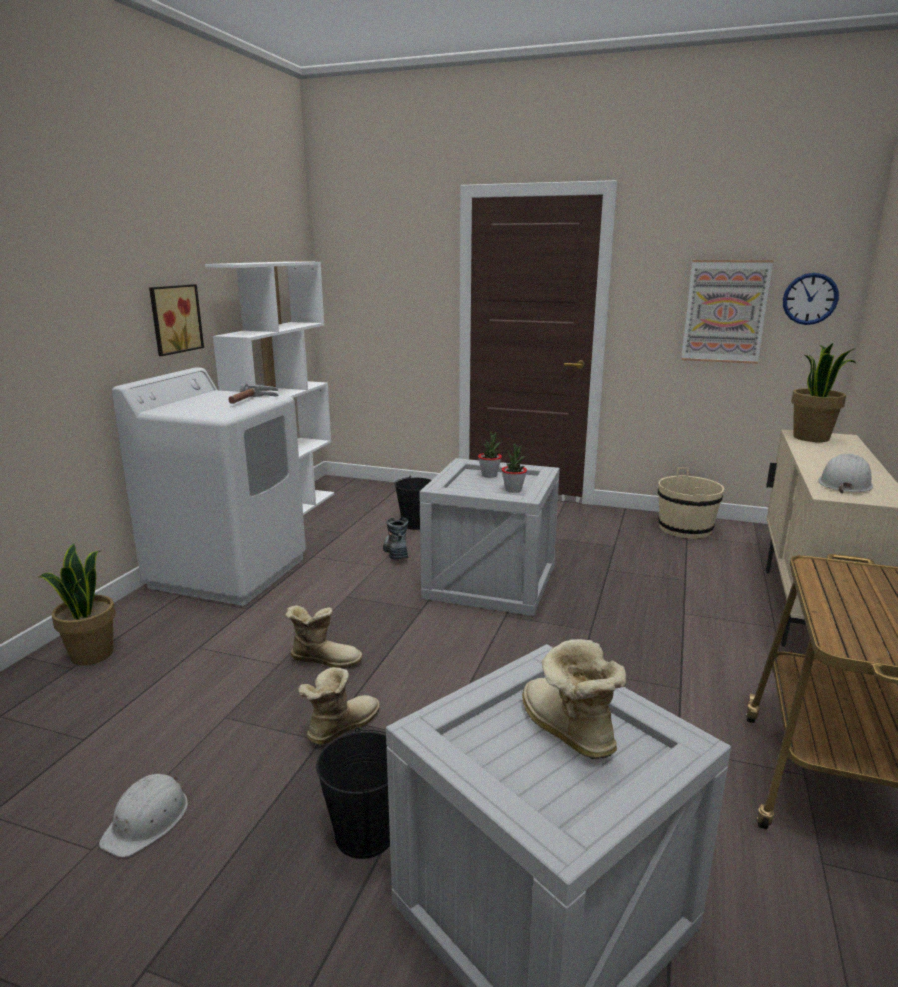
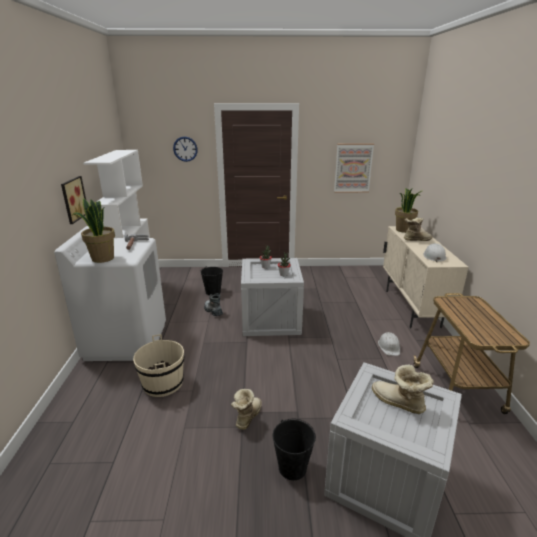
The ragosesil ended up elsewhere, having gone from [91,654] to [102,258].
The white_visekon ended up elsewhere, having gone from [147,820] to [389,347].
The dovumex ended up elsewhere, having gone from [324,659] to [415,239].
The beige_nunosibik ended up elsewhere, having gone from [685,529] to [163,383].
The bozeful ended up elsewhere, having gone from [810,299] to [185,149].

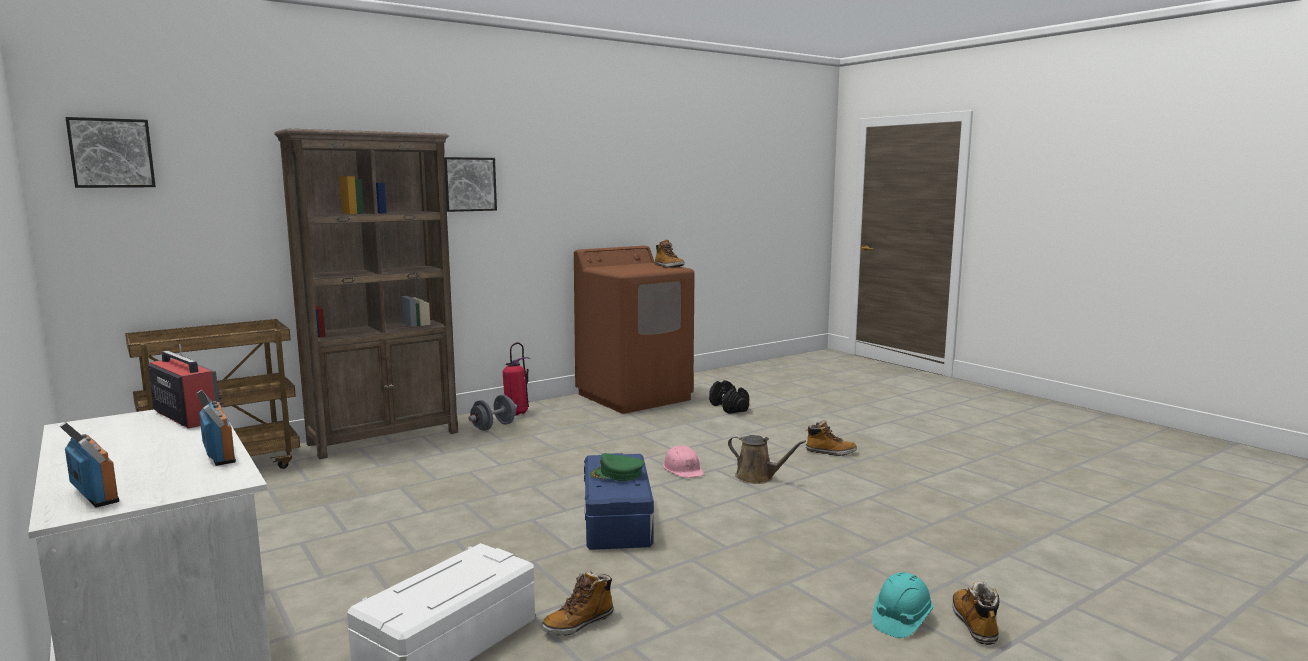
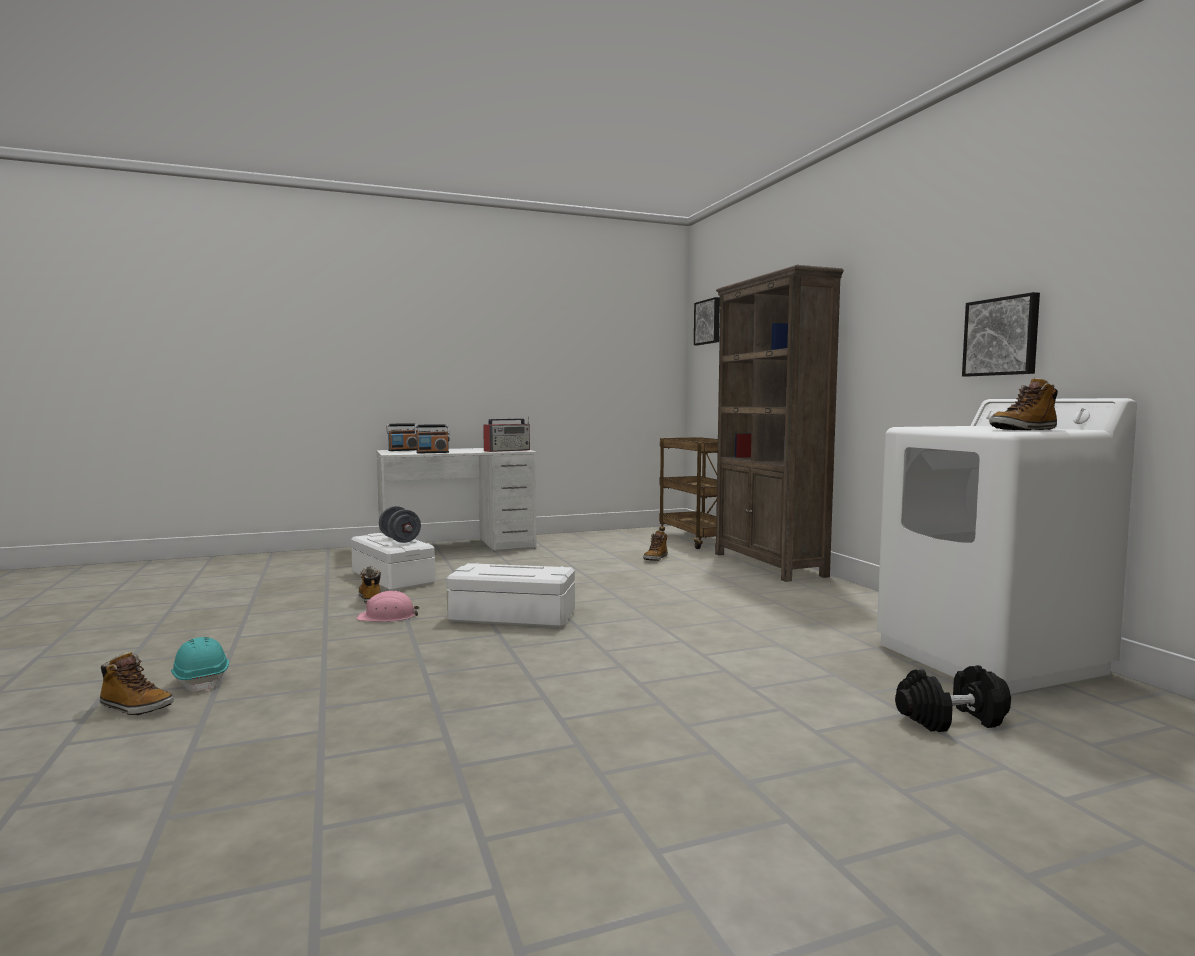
The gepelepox ended up elsewhere, having gone from [469,184] to [1002,336].
The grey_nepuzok ended up elsewhere, having gone from [493,427] to [400,540].
The second view lost the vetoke at [517,413].
What was the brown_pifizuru at [634,396] turned into the white_pifizuru at [989,658].
What was the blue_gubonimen at [618,521] turned into the white_gubonimen at [511,616].
The second view lost the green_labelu at [617,474].
The pink_visekon ended up elsewhere, having gone from [683,469] to [387,617].
The second view lost the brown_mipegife at [758,477].
The dovumex ended up elsewhere, having gone from [830,452] to [655,558].

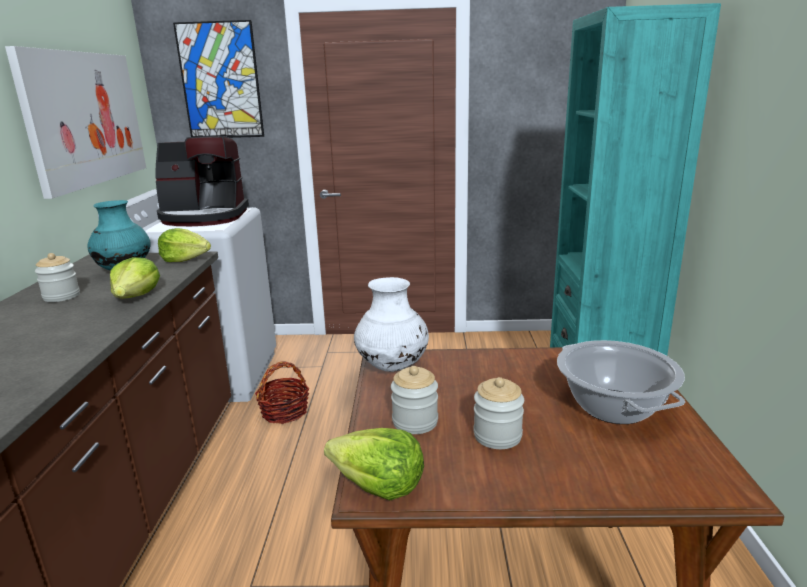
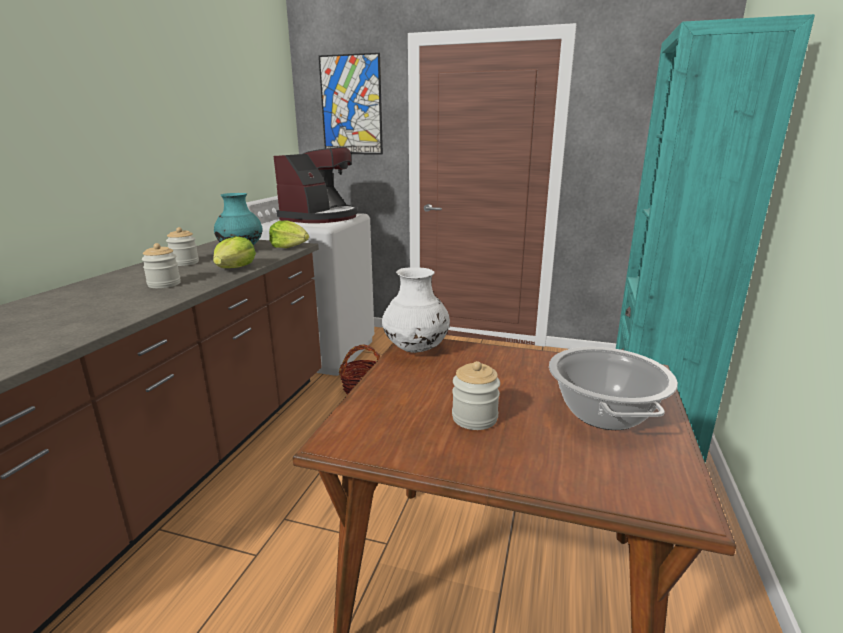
The second view lost the gepelepox at [85,119].
The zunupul at [204,217] ended up facing another way, 75 degrees counterclockwise from before.
The second view lost the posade at [378,485].
The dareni ended up elsewhere, having gone from [415,422] to [164,284].

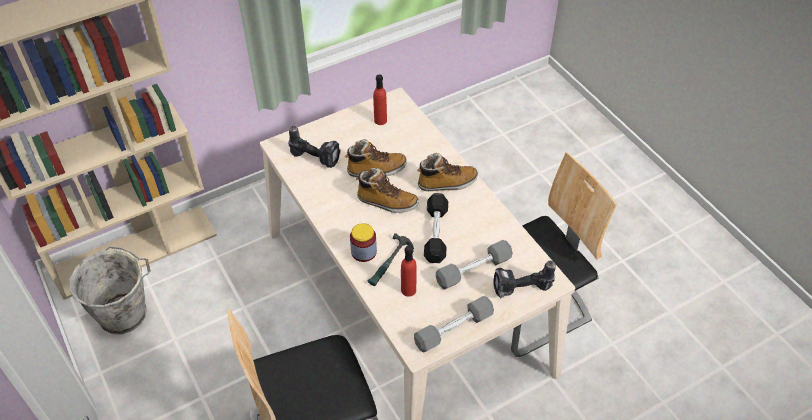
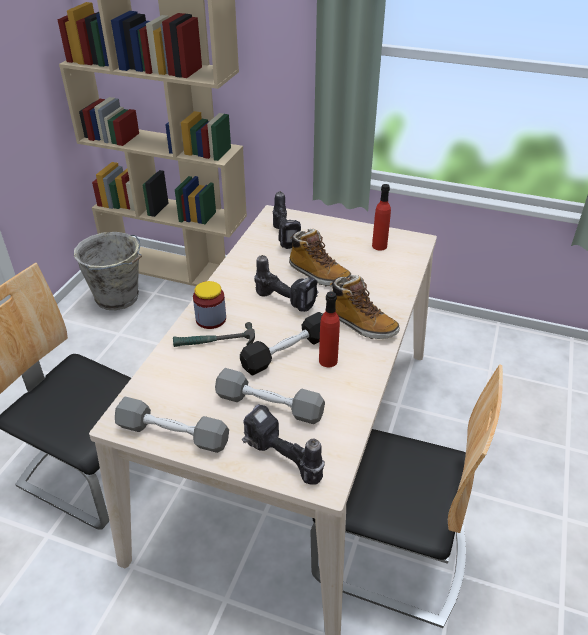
Where the dovumex stood at [387,202], the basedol came to stand at [287,301].
The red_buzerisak ended up elsewhere, having gone from [408,290] to [328,360].

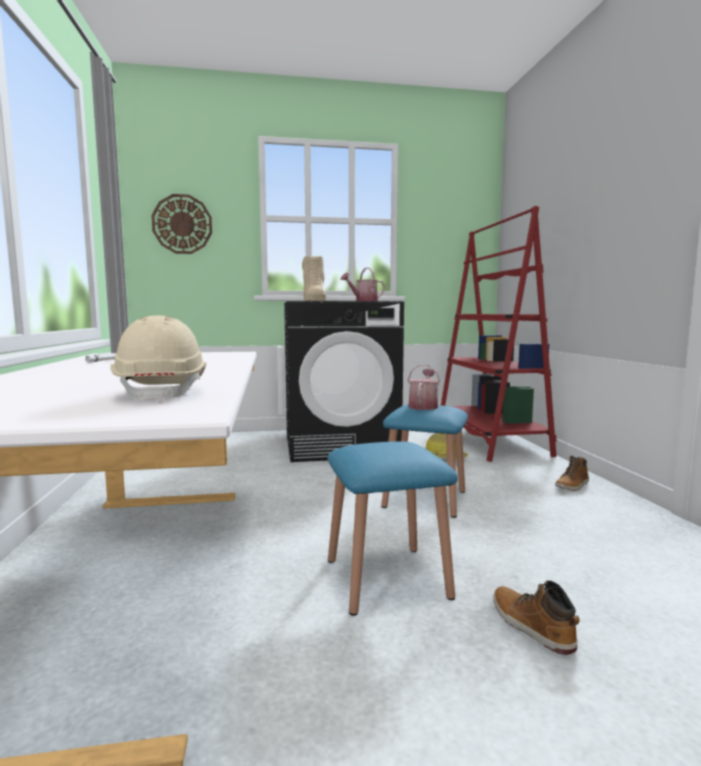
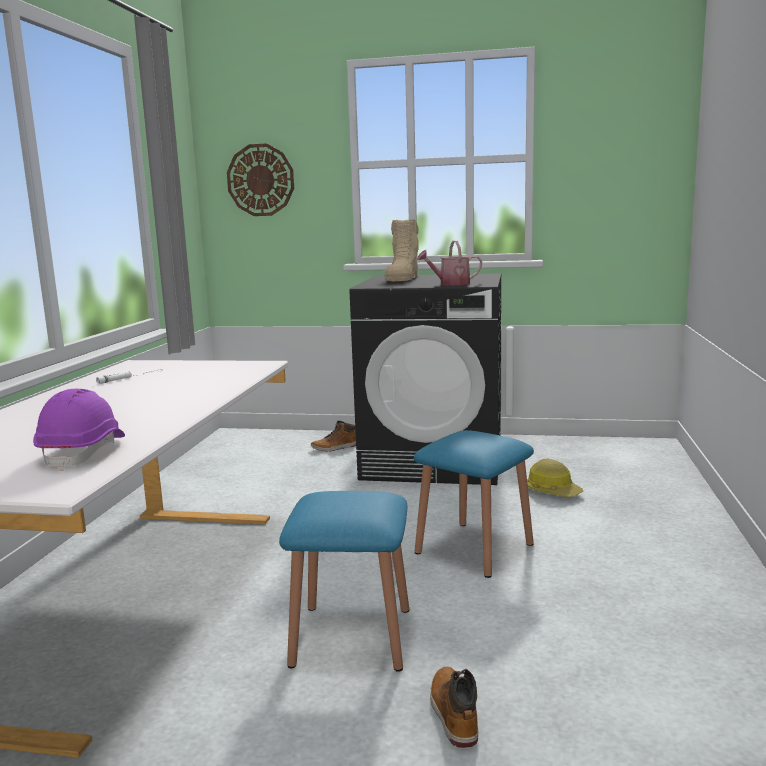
What was the beige_visekon at [163,393] turned into the purple_visekon at [83,453].
The second view lost the mipegife at [423,406].
The second view lost the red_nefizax at [489,440].
The dovumex ended up elsewhere, having gone from [572,485] to [335,448].

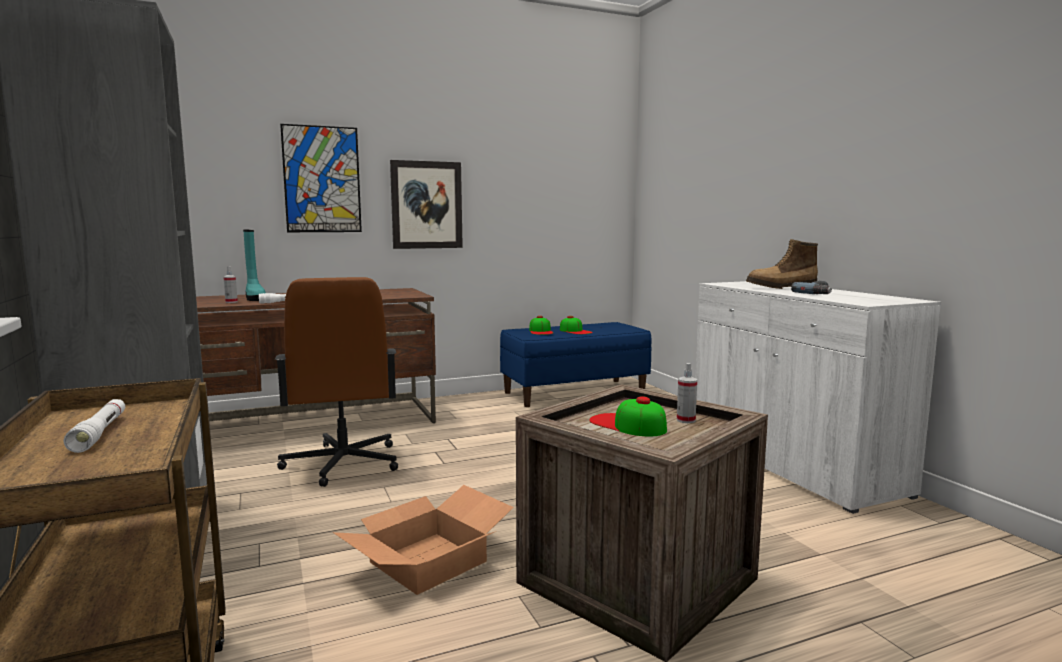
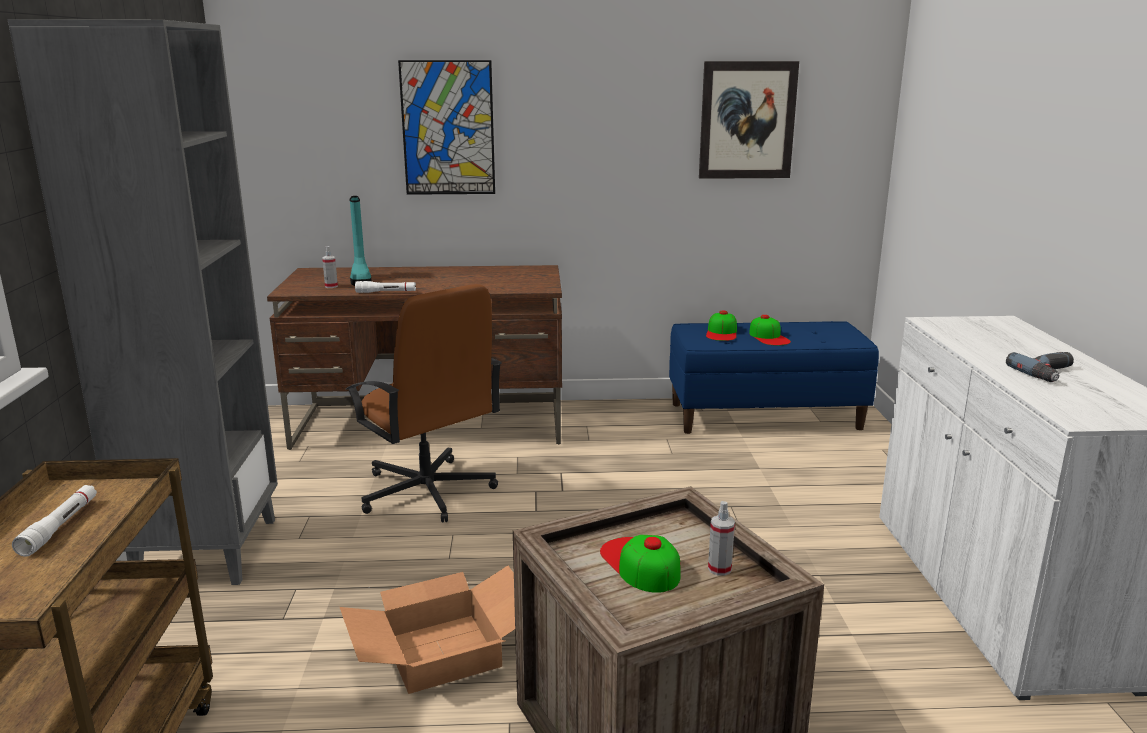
The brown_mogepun at [342,464] ended up facing another way, 45 degrees counterclockwise from before.
The gepelepox ended up elsewhere, having gone from [426,205] to [747,120].
The second view lost the dovumex at [781,288].

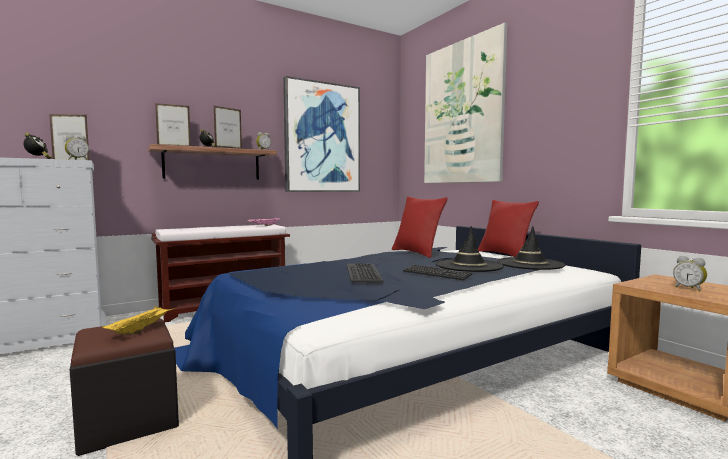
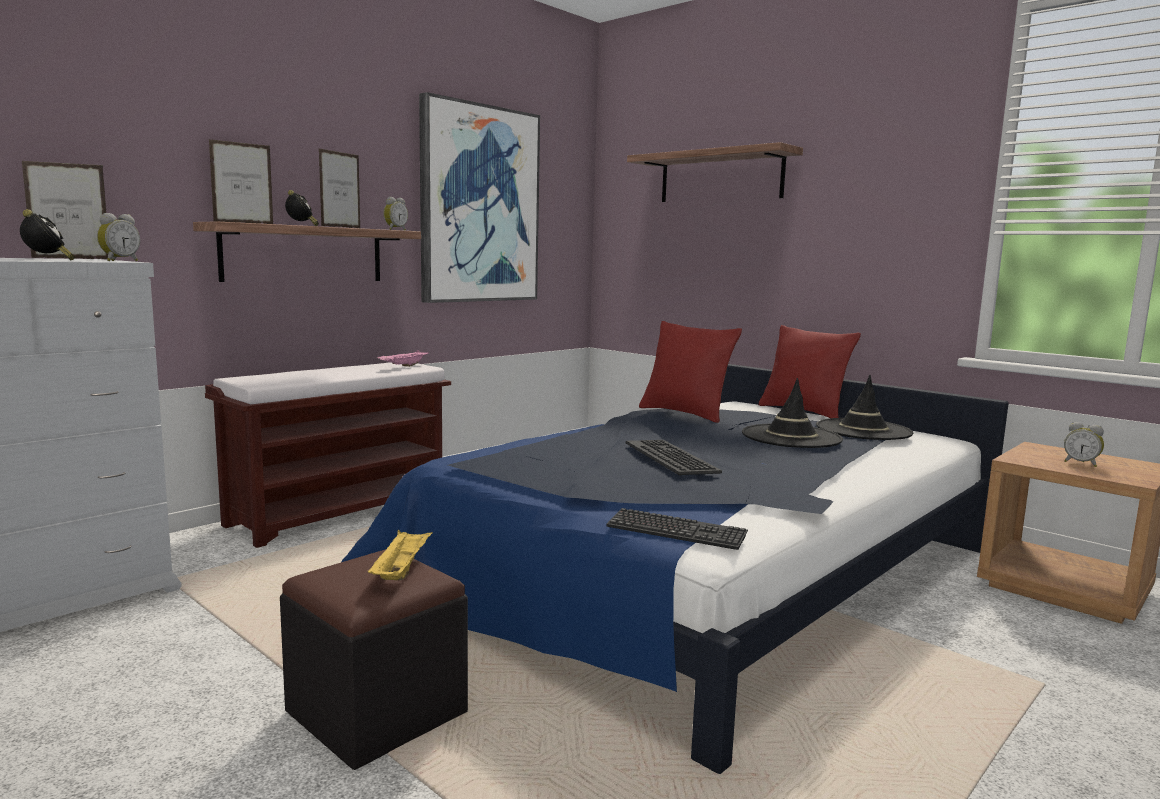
The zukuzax ended up elsewhere, having gone from [436,274] to [676,532].
Where the gepelepox hung at [462,113], the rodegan came to hang at [720,177].

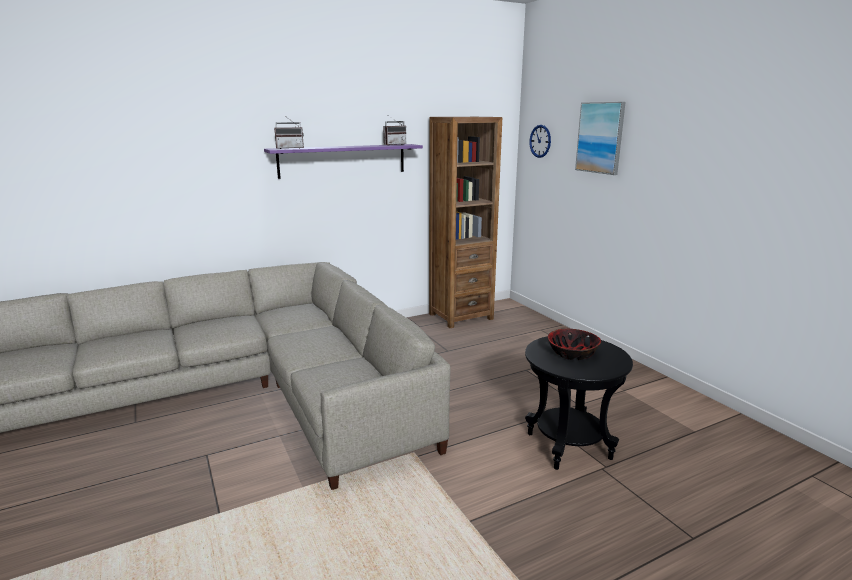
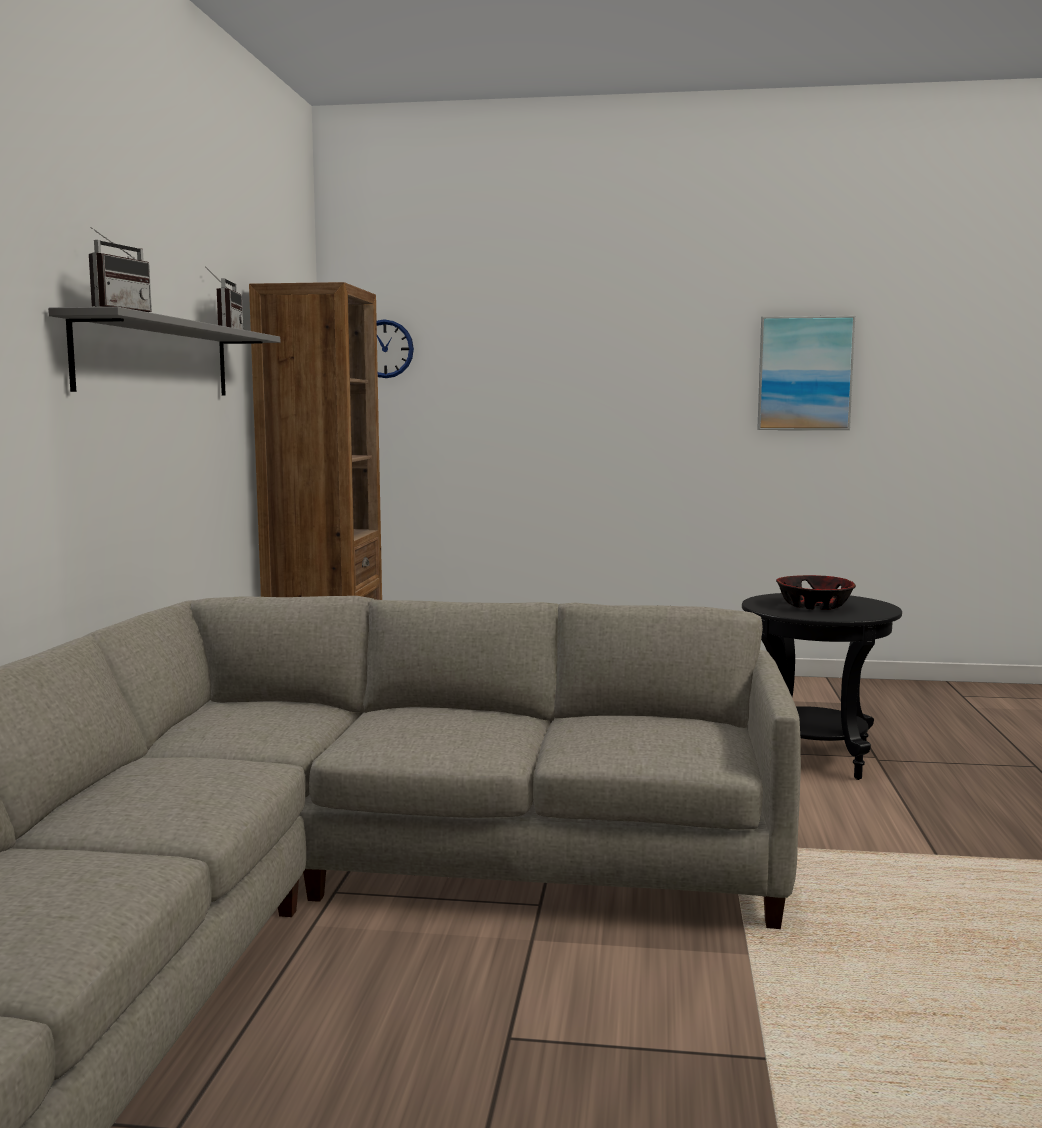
What was the purple_rodegan at [343,160] turned into the grey_rodegan at [156,359].
The gepelepox ended up elsewhere, having gone from [600,137] to [805,373].

